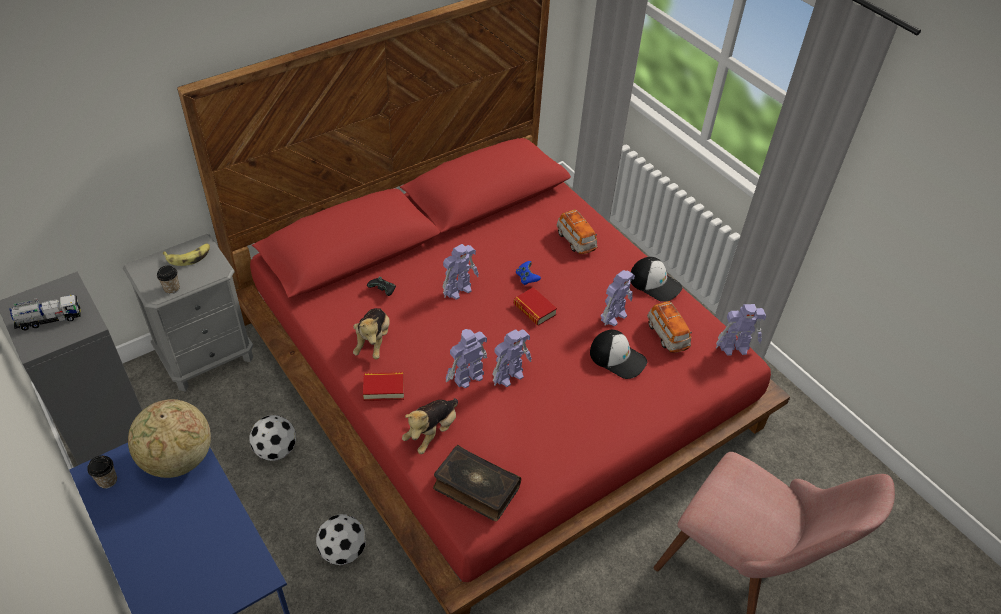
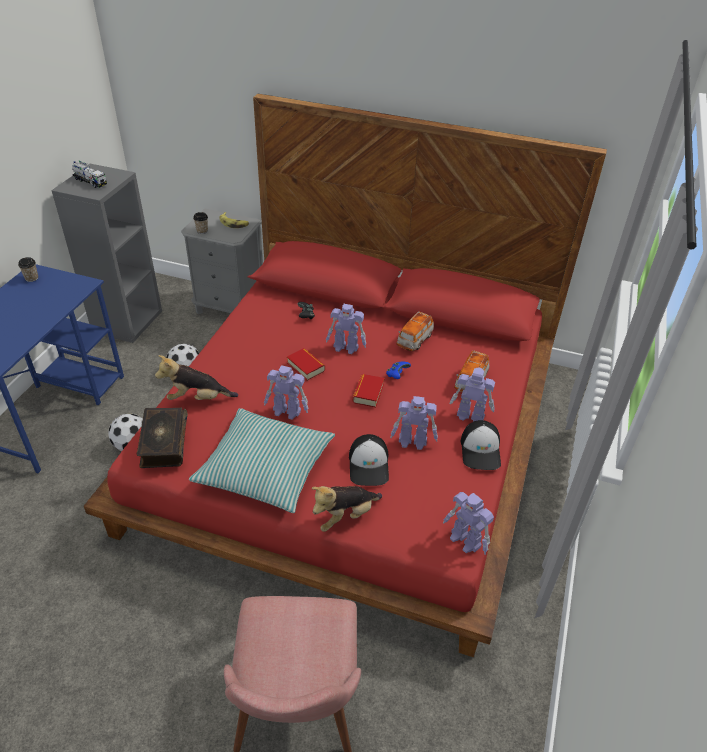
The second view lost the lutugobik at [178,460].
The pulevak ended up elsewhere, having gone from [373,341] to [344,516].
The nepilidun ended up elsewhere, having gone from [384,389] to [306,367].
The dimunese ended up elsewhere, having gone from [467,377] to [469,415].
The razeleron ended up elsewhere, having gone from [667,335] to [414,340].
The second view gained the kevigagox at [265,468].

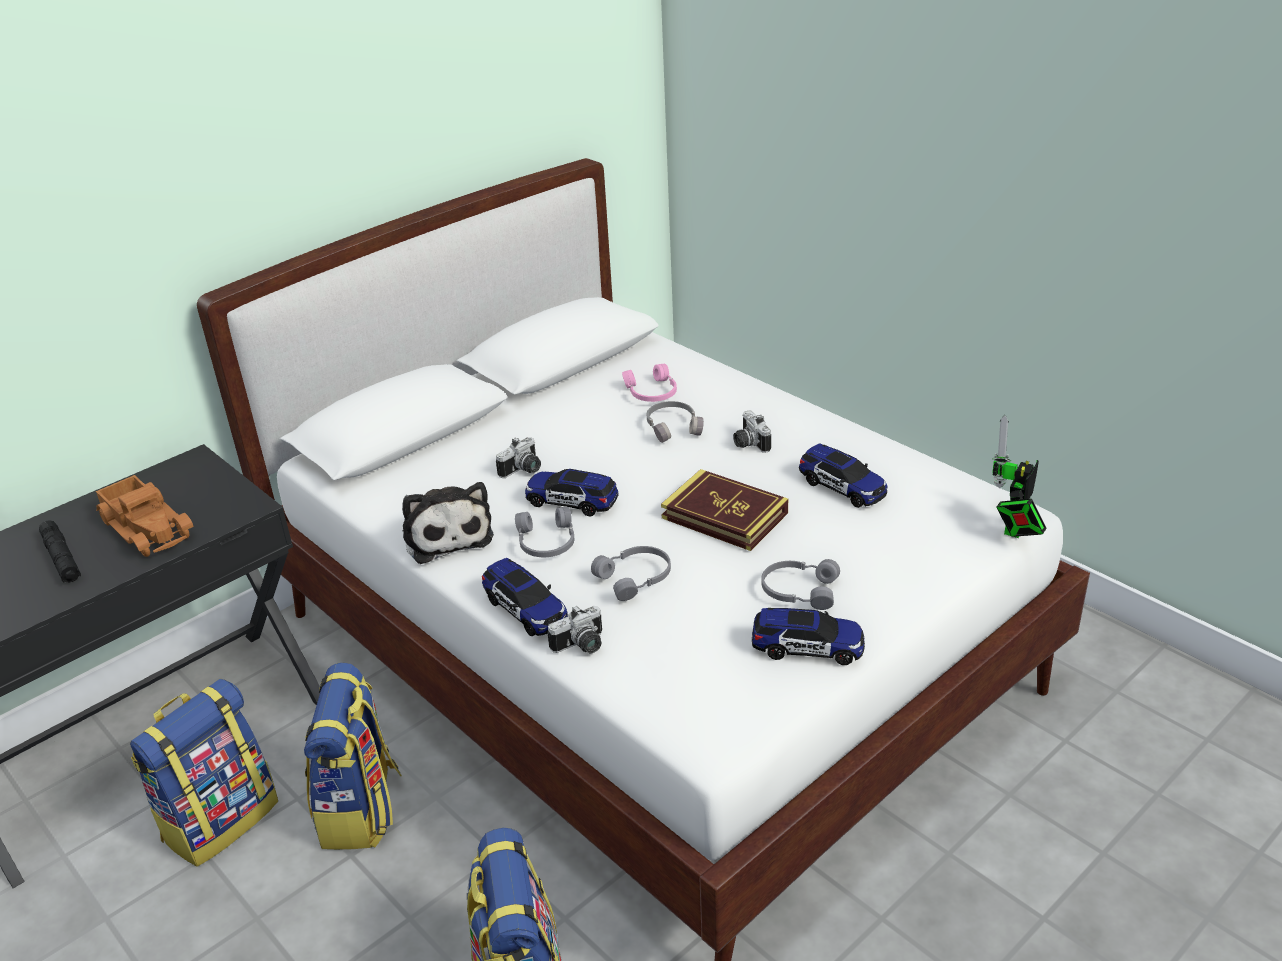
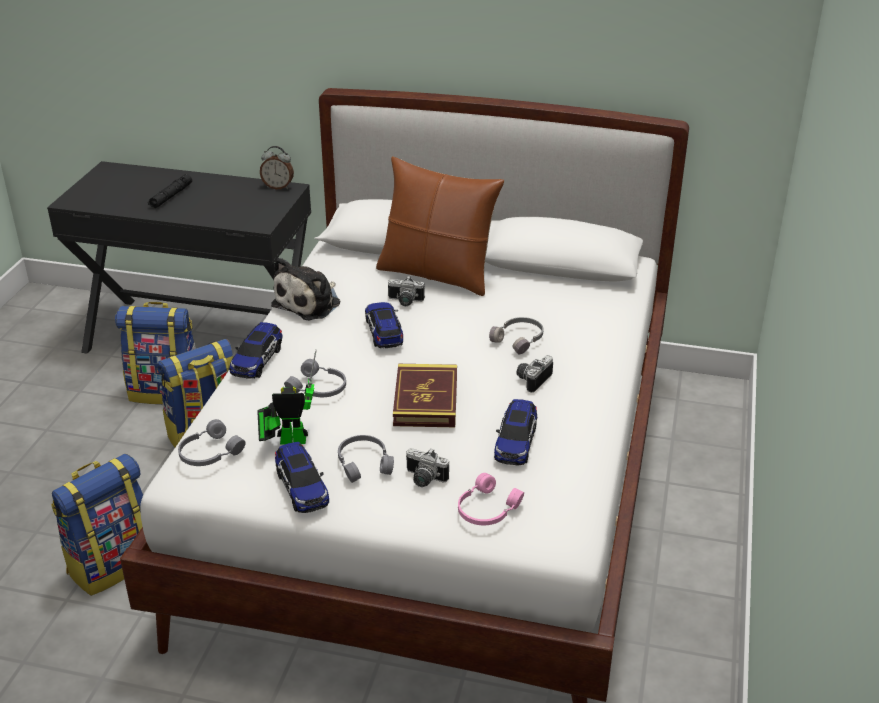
The second view lost the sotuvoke at [148,526].
The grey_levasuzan ended up elsewhere, having gone from [546,542] to [209,453].
The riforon ended up elsewhere, having gone from [581,646] to [423,479].
The pink_levasuzan ended up elsewhere, having gone from [651,393] to [486,509].
The dimunese ended up elsewhere, having gone from [1014,531] to [288,440].
The second view gained the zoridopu at [278,187].
The second view gained the brown_kevigagox at [437,274].

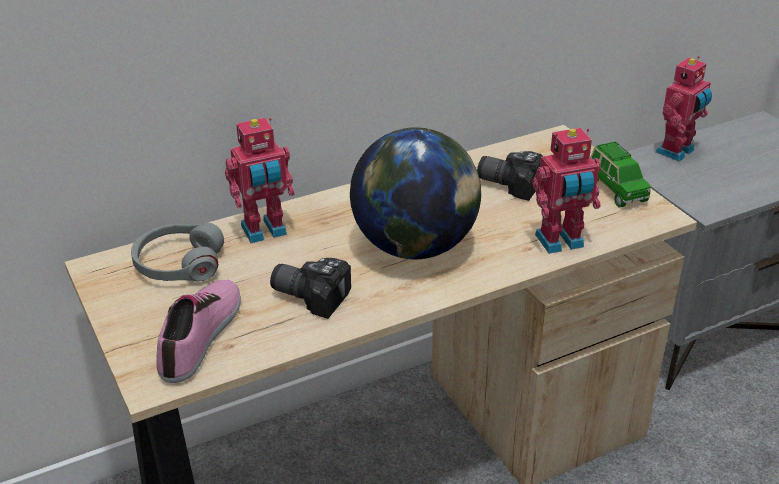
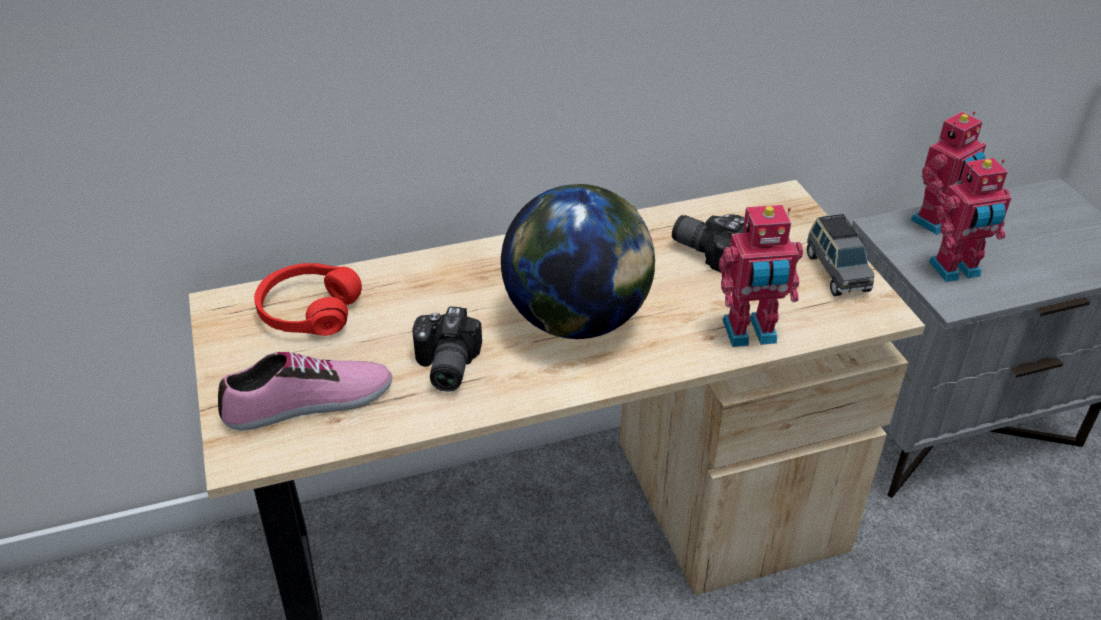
What was the grey_levasuzan at [179,264] turned into the red_levasuzan at [309,311].
The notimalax at [201,336] ended up facing another way, 45 degrees clockwise from before.
The dimunese ended up elsewhere, having gone from [265,232] to [956,271].
The riforon at [311,294] ended up facing another way, 120 degrees counterclockwise from before.
What was the green_razeleron at [616,190] turned into the grey_razeleron at [836,272].

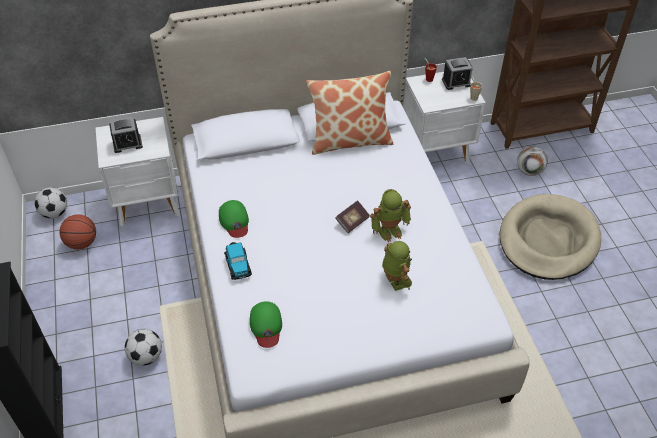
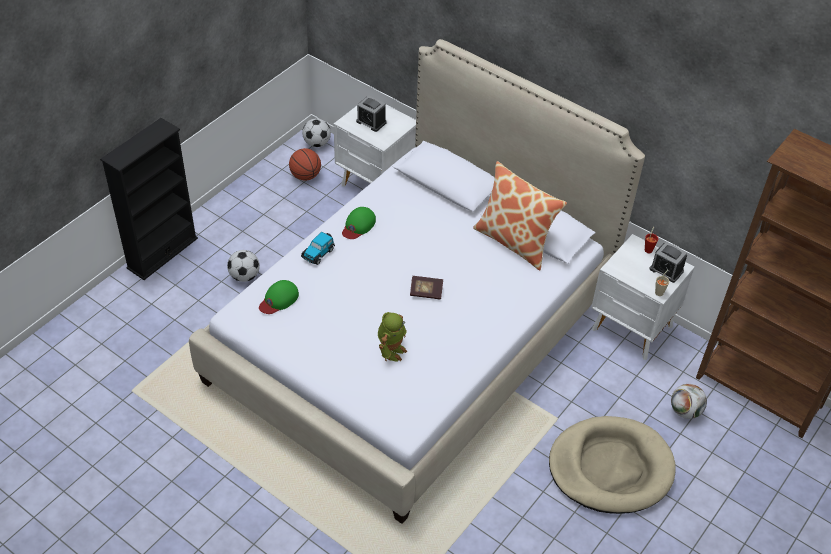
The second view lost the dimunese at [389,230].

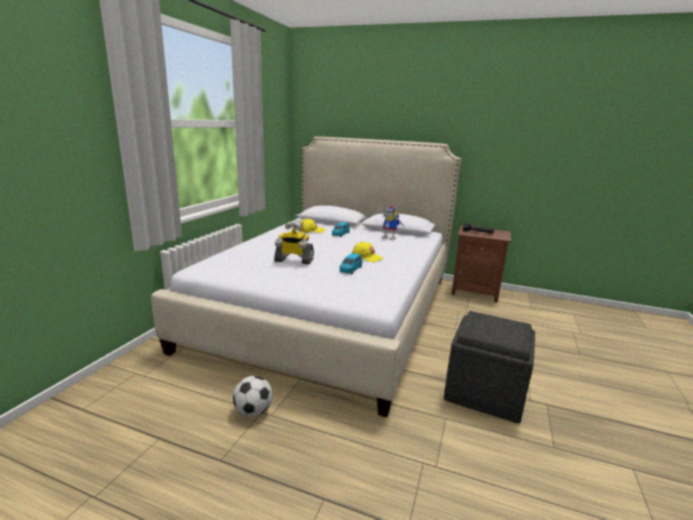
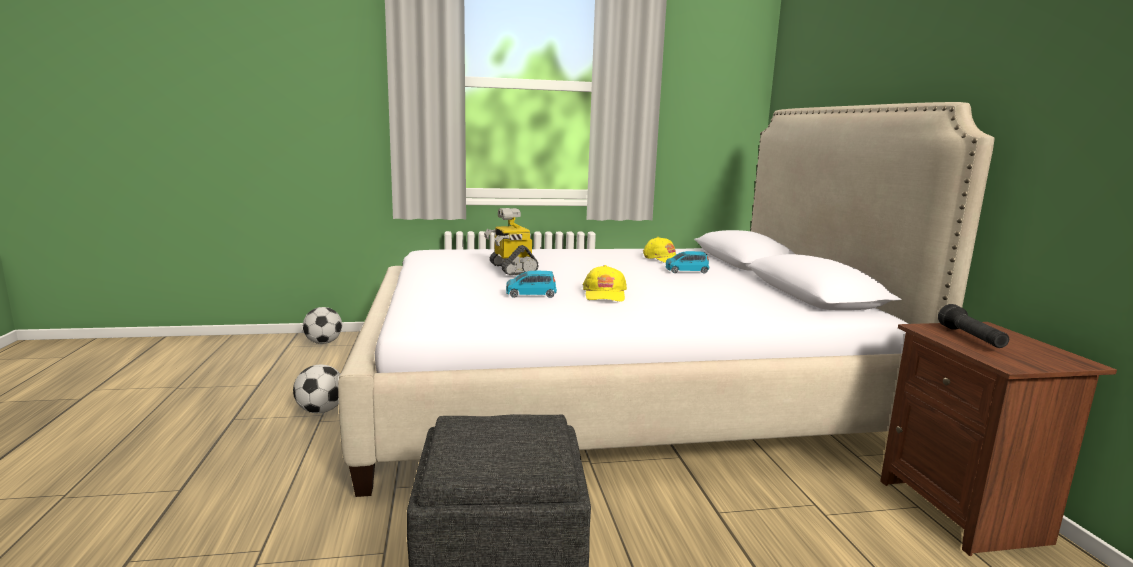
The second view lost the dimunese at [390,238].
The second view gained the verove at [324,342].

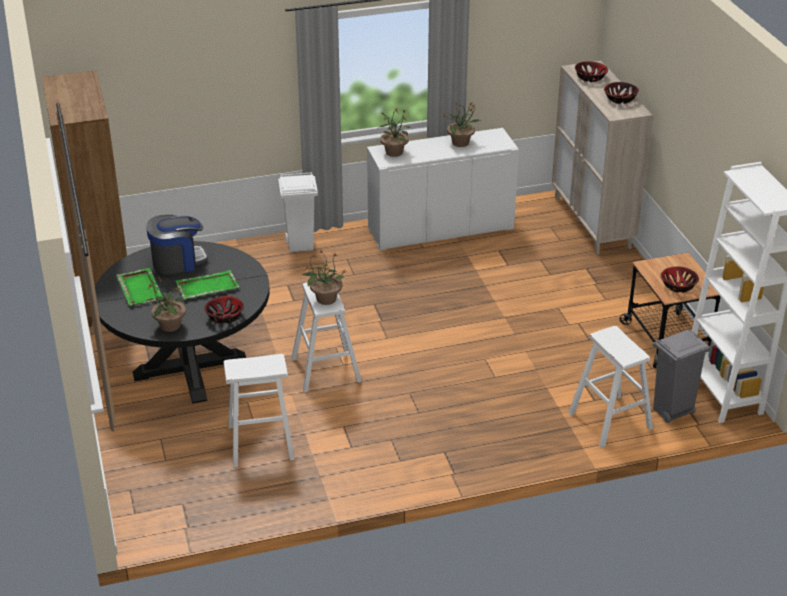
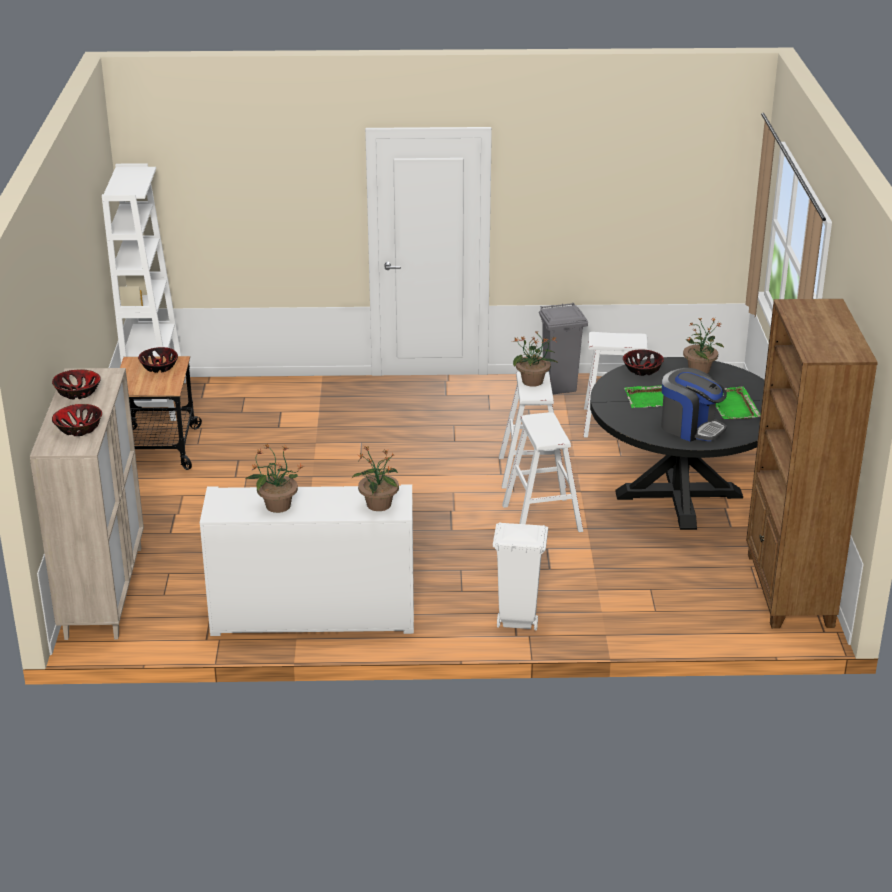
The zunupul at [178,261] ended up facing another way, 135 degrees counterclockwise from before.
The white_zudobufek ended up elsewhere, having gone from [610,421] to [542,518].
The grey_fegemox ended up elsewhere, having gone from [671,412] to [560,387].

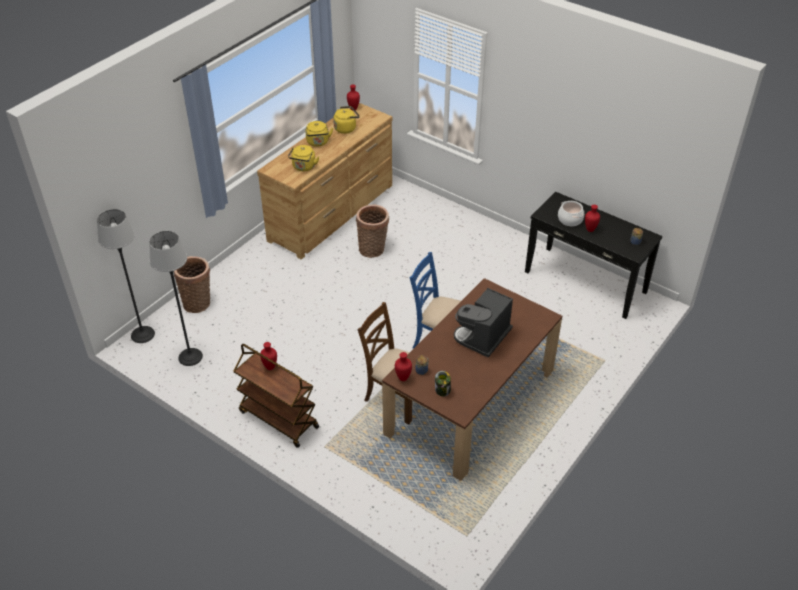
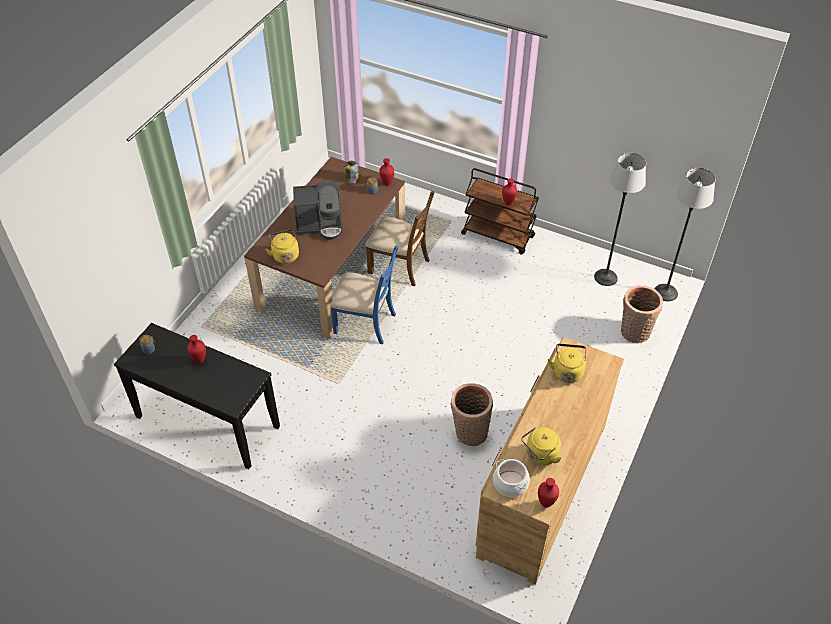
The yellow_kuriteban ended up elsewhere, having gone from [318,143] to [285,255].
The zunupul at [483,337] ended up facing another way, 60 degrees clockwise from before.
The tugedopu ended up elsewhere, having gone from [570,219] to [510,483].

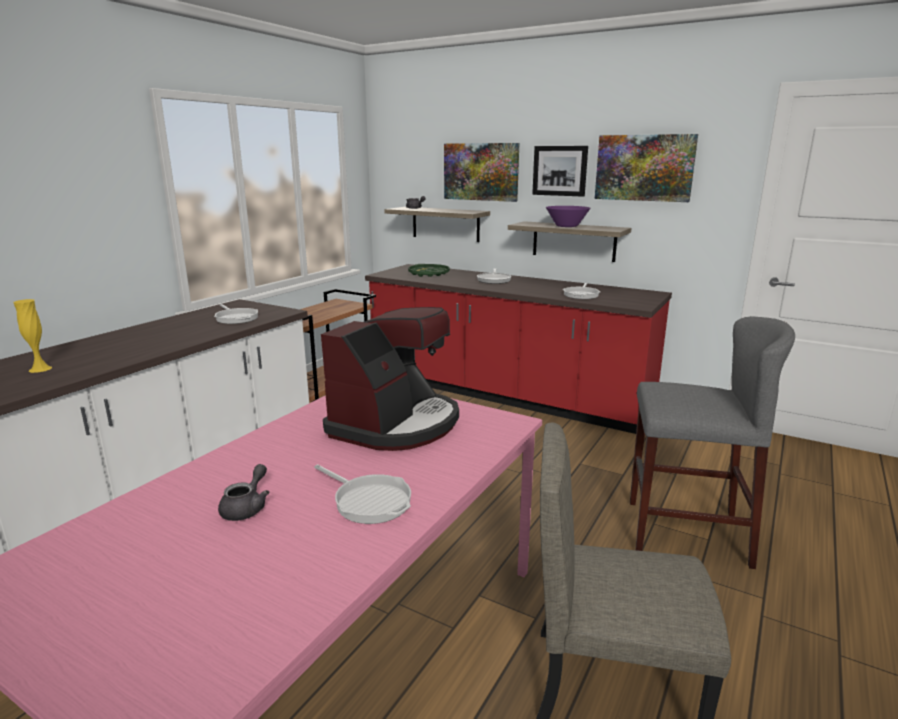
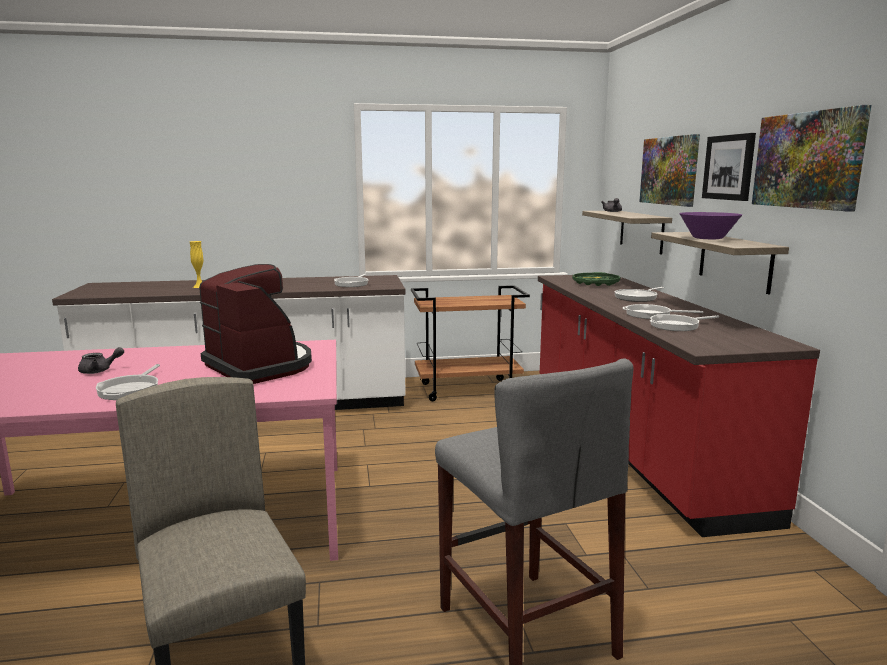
The zunupul at [396,424] ended up facing another way, 120 degrees counterclockwise from before.
The second view gained the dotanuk at [651,315].

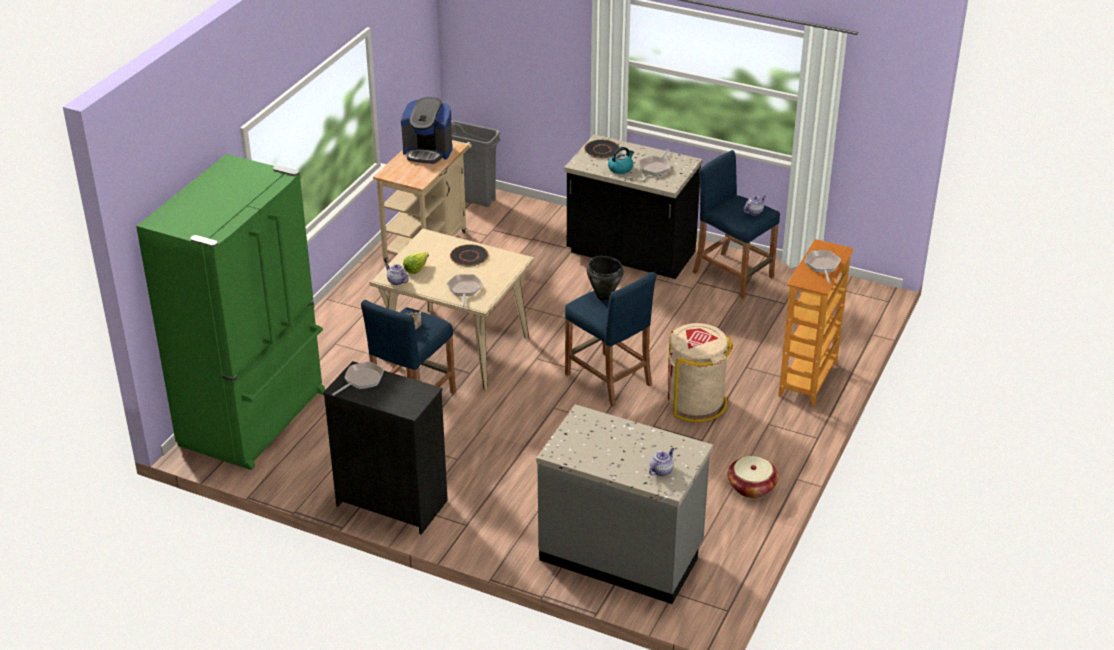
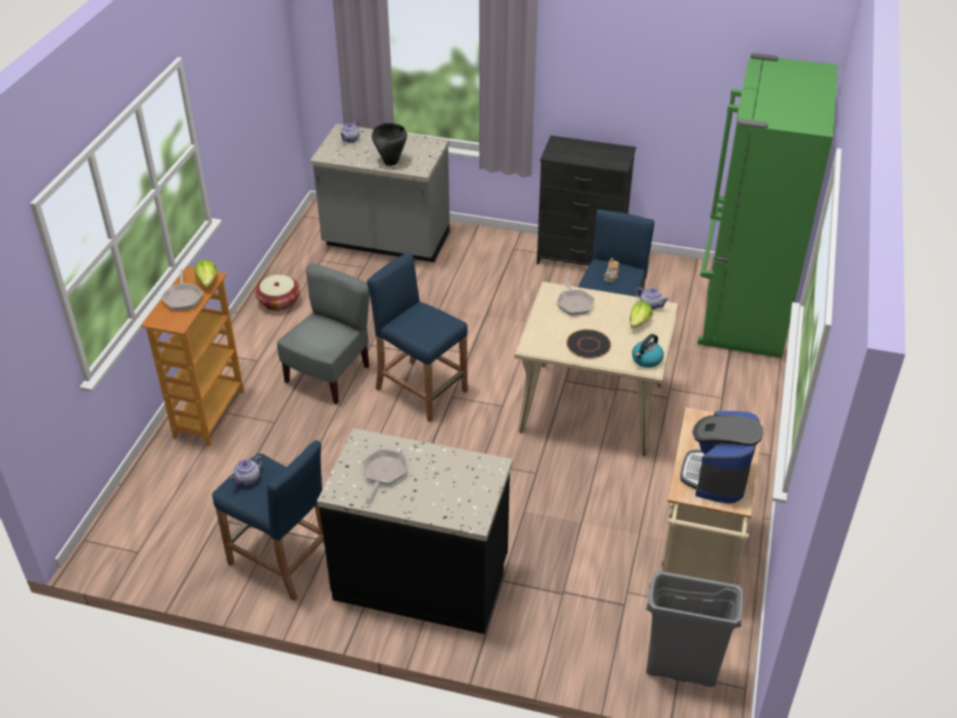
The second view lost the dotanuk at [361,380].
The zunupul at [428,152] ended up facing another way, 75 degrees counterclockwise from before.
The second view lost the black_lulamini at [602,150].
The black_tugedopu ended up elsewhere, having gone from [604,296] to [391,162].
The kuriteban ended up elsewhere, having gone from [620,168] to [646,360].
Where the beige_fegemox stood at [696,402], the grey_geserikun came to stand at [329,375].
The second view gained the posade at [207,281].

